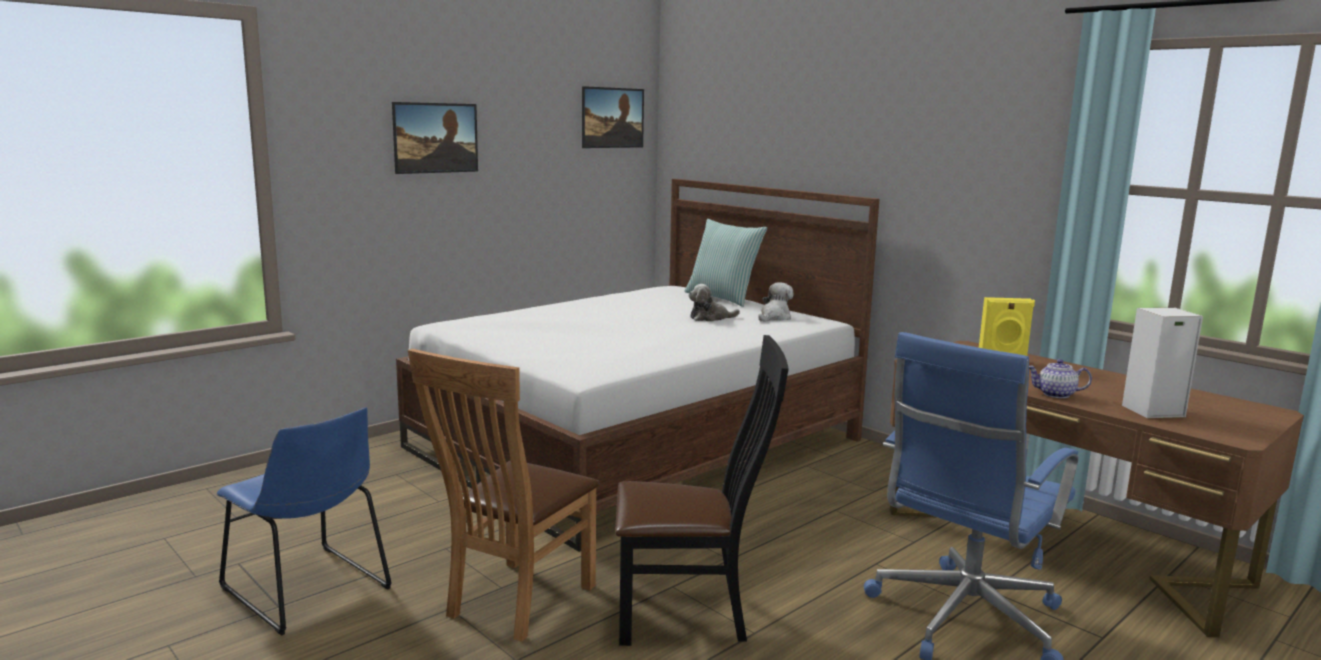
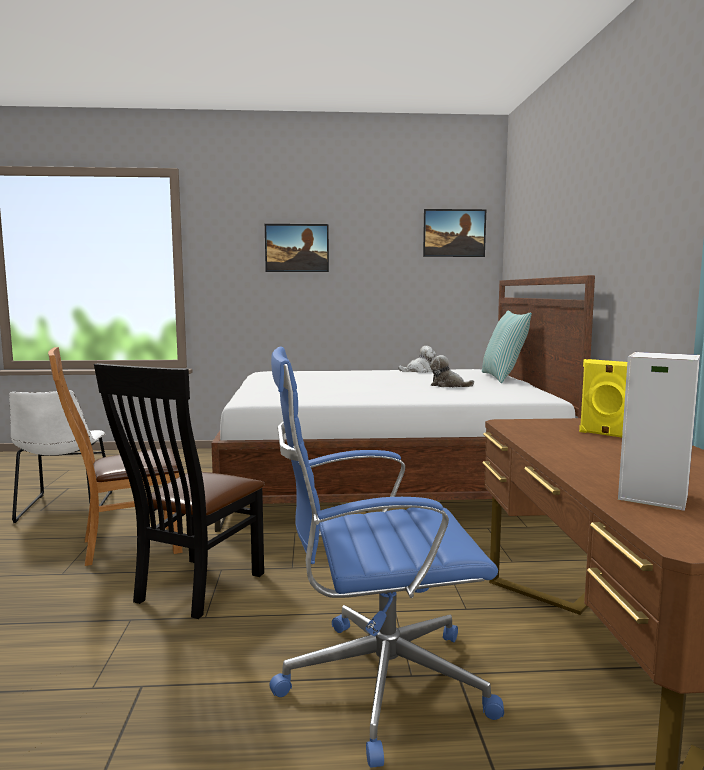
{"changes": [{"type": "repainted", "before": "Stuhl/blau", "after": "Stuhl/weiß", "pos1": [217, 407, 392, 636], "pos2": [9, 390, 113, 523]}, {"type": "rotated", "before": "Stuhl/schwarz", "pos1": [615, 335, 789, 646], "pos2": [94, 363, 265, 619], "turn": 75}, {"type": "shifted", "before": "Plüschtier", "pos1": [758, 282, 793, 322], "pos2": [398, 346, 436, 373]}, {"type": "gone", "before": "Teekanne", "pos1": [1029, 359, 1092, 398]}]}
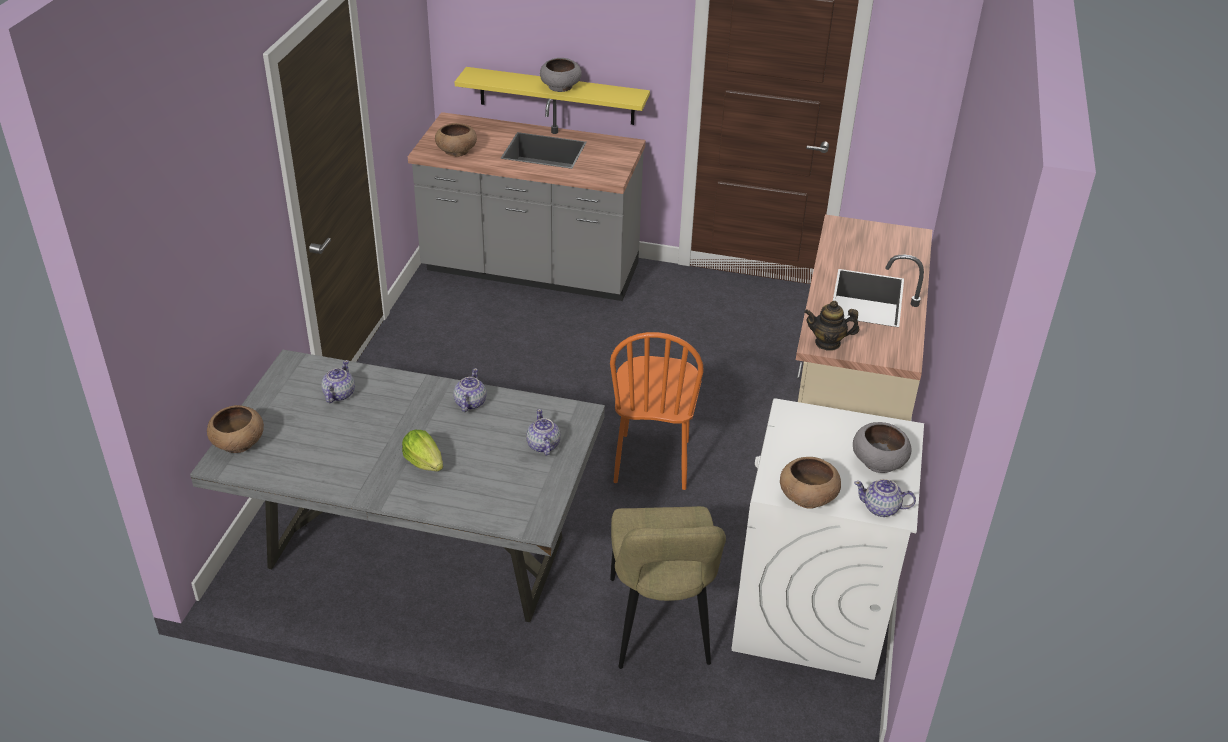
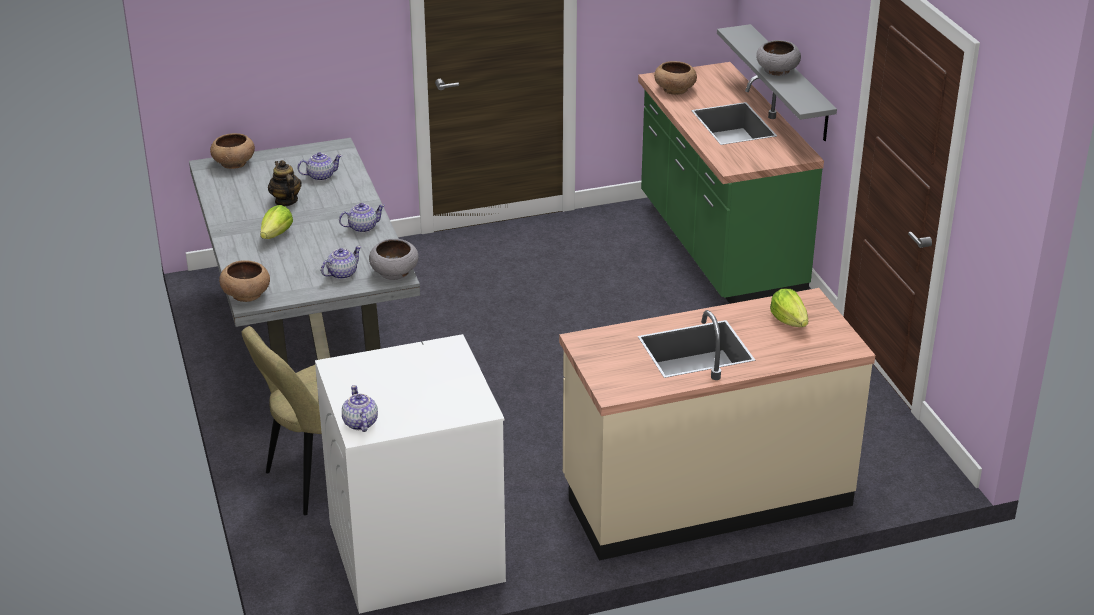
{"changes": [{"type": "repainted", "before": "Küchenzeile/grau", "after": "Küchenzeile/grün", "pos1": [408, 99, 646, 301], "pos2": [638, 62, 824, 304]}, {"type": "repainted", "before": "Wandregal/gelb", "after": "Wandregal/grau", "pos1": [455, 67, 650, 125], "pos2": [717, 24, 837, 141]}, {"type": "gone", "before": "Stuhl/orange", "pos1": [610, 332, 704, 490]}, {"type": "shifted", "before": "Schüssel/braun", "pos1": [780, 457, 841, 509], "pos2": [219, 261, 270, 302]}, {"type": "shifted", "before": "Teekanne", "pos1": [804, 301, 859, 351], "pos2": [268, 160, 302, 206]}, {"type": "shifted", "before": "Schüssel/grau", "pos1": [853, 422, 911, 473], "pos2": [369, 239, 418, 280]}, {"type": "new", "after": "Salatkopf", "pos2": [770, 289, 808, 327]}]}
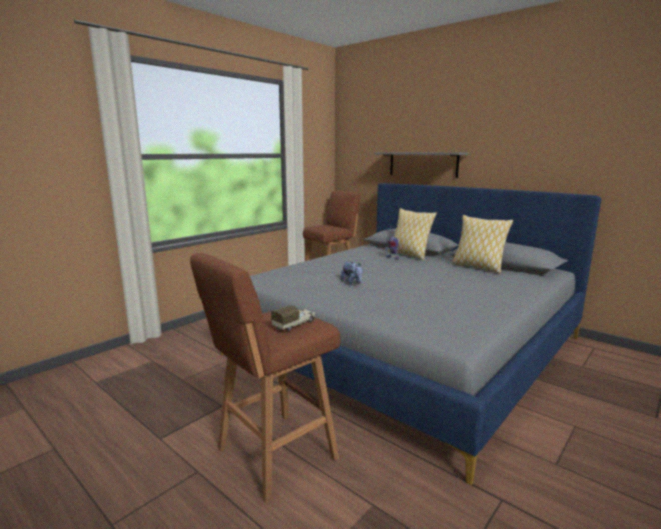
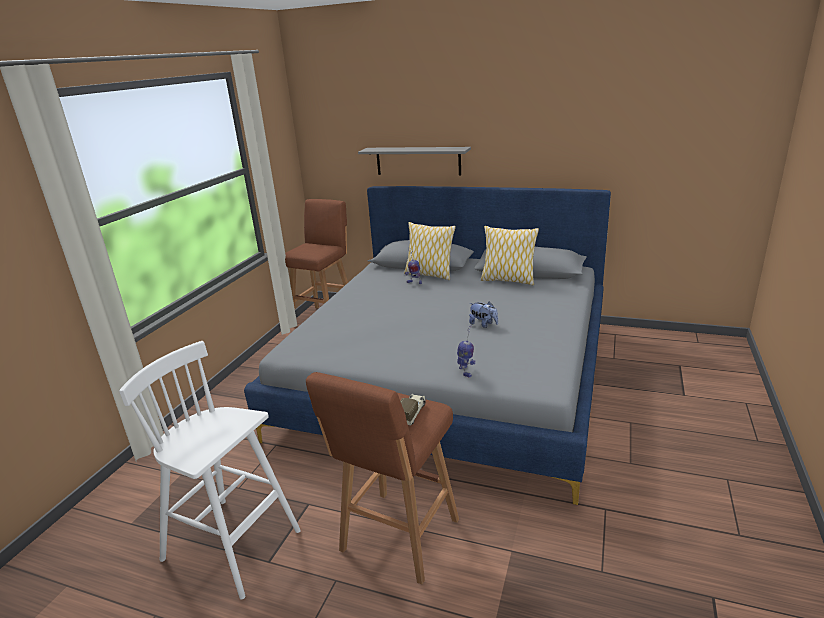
{"changes": [{"type": "shifted", "before": "Plüschtier", "pos1": [341, 261, 362, 285], "pos2": [469, 302, 498, 328]}, {"type": "new", "after": "Hocker/weiß", "pos2": [119, 341, 301, 600]}, {"type": "new", "after": "Spielzeugroboter", "pos2": [457, 324, 476, 377]}]}
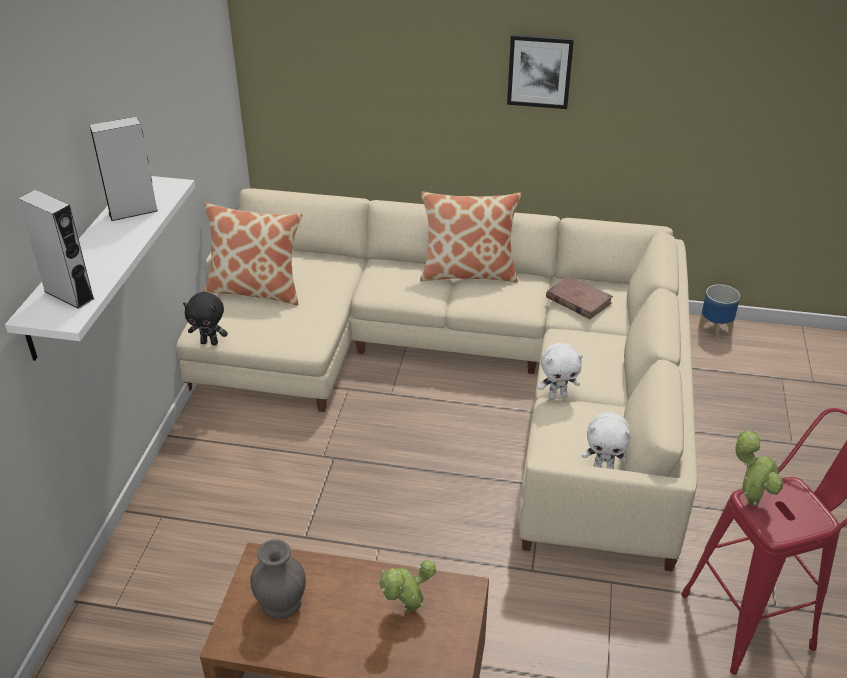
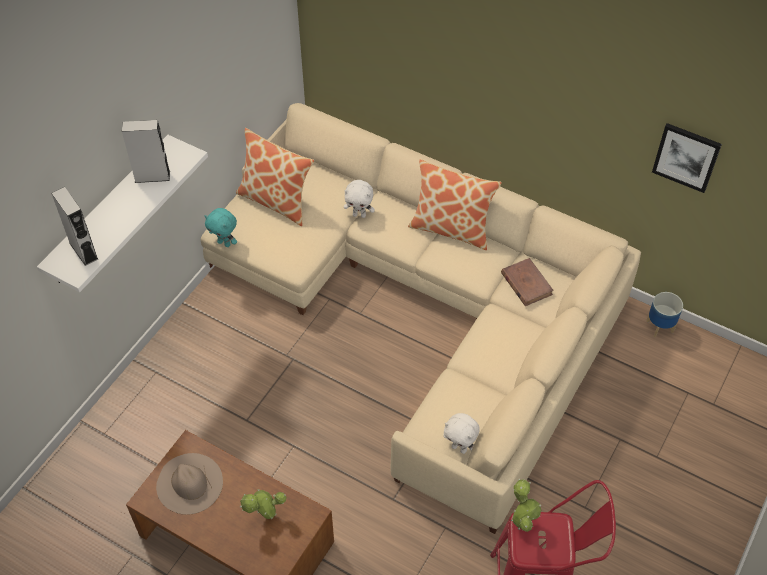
{"changes": [{"type": "repainted", "before": "Plüschtier/schwarz", "after": "Plüschtier/türkis", "pos1": [183, 292, 228, 346], "pos2": [204, 208, 237, 247]}, {"type": "swapped", "before": "Vase/grau", "after": "Hut/beige", "pos1": [250, 539, 306, 619], "pos2": [156, 453, 223, 515]}, {"type": "shifted", "before": "Bild", "pos1": [507, 34, 574, 109], "pos2": [652, 123, 722, 193]}, {"type": "shifted", "before": "Plüschtier/weiß", "pos1": [537, 343, 583, 399], "pos2": [344, 180, 375, 218]}]}
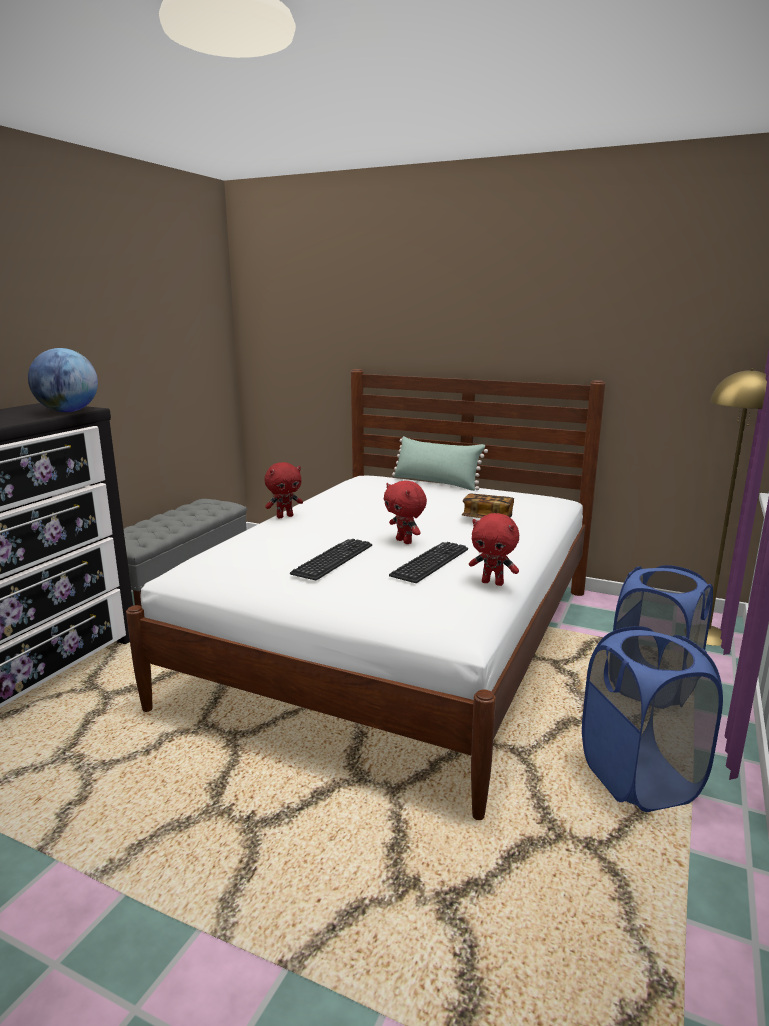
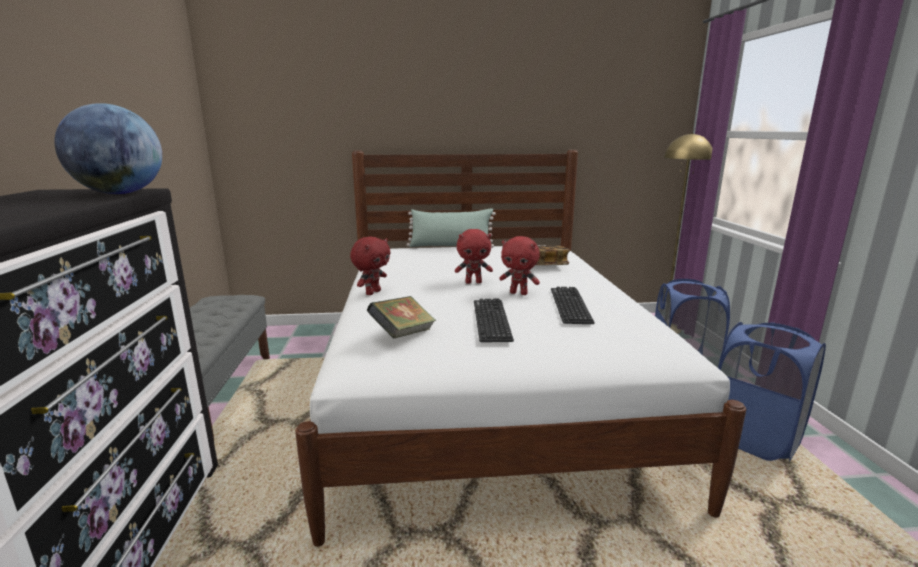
{"changes": [{"type": "shifted", "before": "Plüschtier/rot", "pos1": [469, 513, 519, 586], "pos2": [455, 229, 493, 284]}, {"type": "new", "after": "Buch", "pos2": [367, 296, 436, 339]}]}
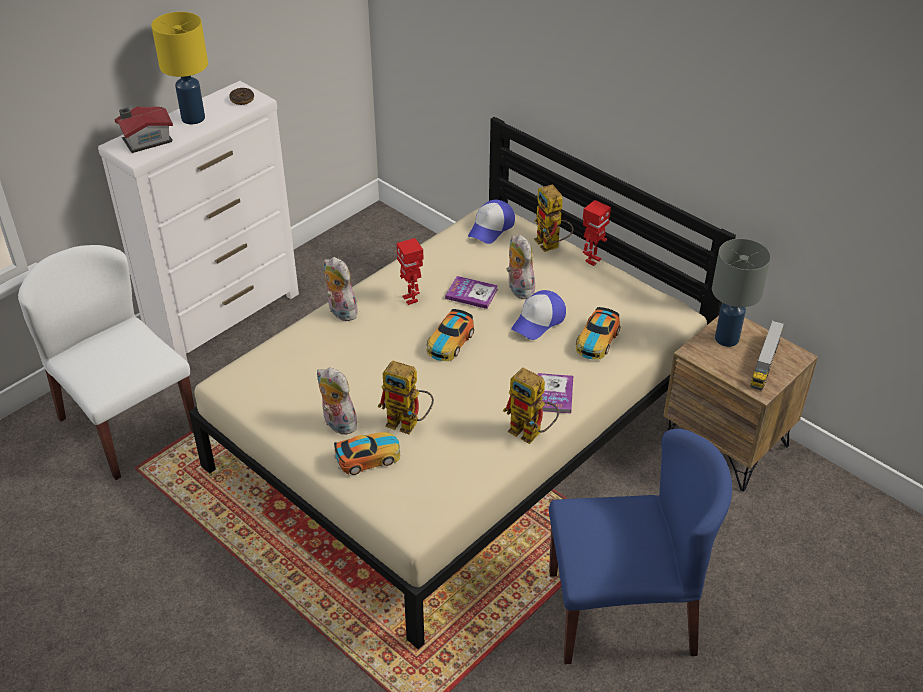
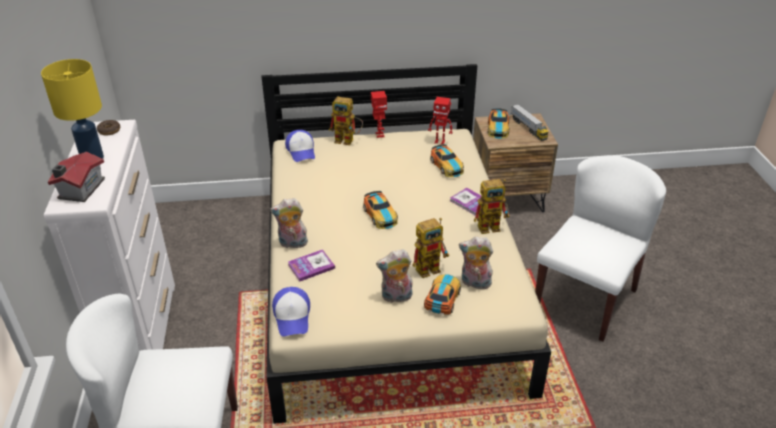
{"changes": [{"type": "shifted", "before": "Spielzeugroboter", "pos1": [396, 238, 423, 305], "pos2": [428, 97, 453, 144]}, {"type": "shifted", "before": "Buch", "pos1": [445, 276, 498, 309], "pos2": [288, 249, 335, 281]}, {"type": "shifted", "before": "Plüschtier", "pos1": [506, 235, 535, 299], "pos2": [459, 236, 493, 289]}, {"type": "shifted", "before": "Kappe", "pos1": [511, 290, 566, 340], "pos2": [272, 287, 310, 337]}, {"type": "repainted", "before": "Stuhl/blau", "after": "Stuhl/weiß", "pos1": [549, 429, 732, 664], "pos2": [535, 155, 666, 342]}, {"type": "swapped", "before": "Tischlampe/grau", "after": "Spielzeugauto", "pos1": [712, 239, 771, 347], "pos2": [488, 109, 509, 139]}]}
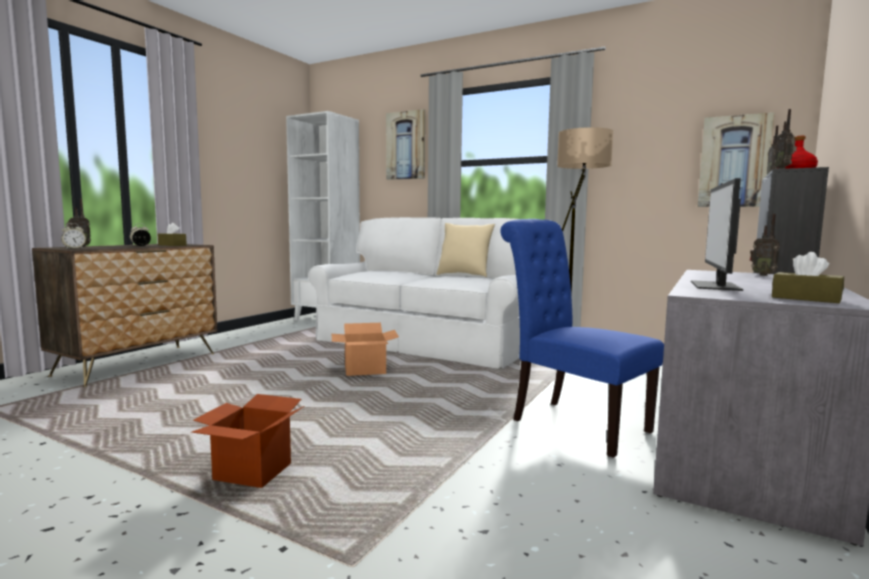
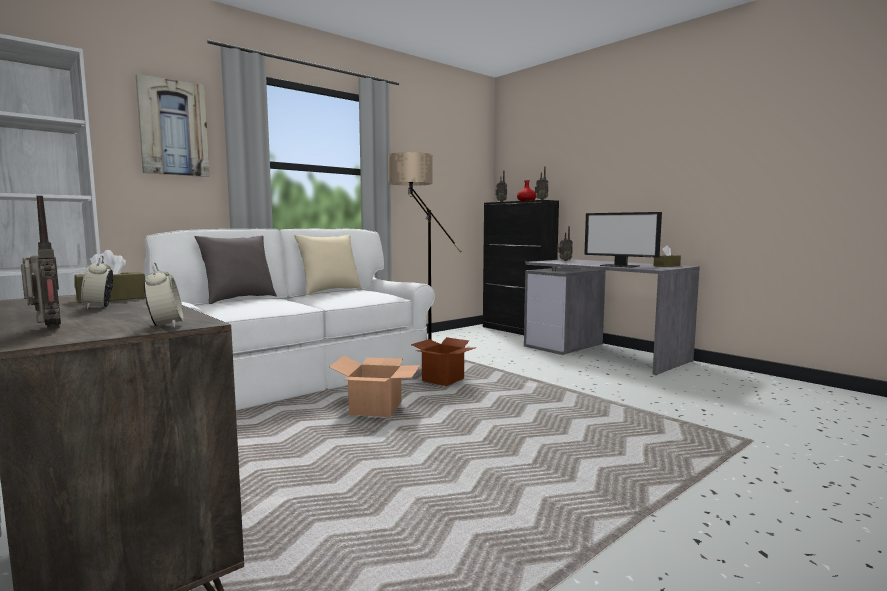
{"changes": [{"type": "shifted", "before": "Karton", "pos1": [191, 394, 304, 488], "pos2": [411, 337, 477, 386]}, {"type": "gone", "before": "Stuhl/blau", "pos1": [500, 219, 664, 458]}, {"type": "gone", "before": "Bild", "pos1": [698, 112, 775, 207]}, {"type": "new", "after": "Kissen/grau", "pos2": [194, 236, 277, 304]}]}
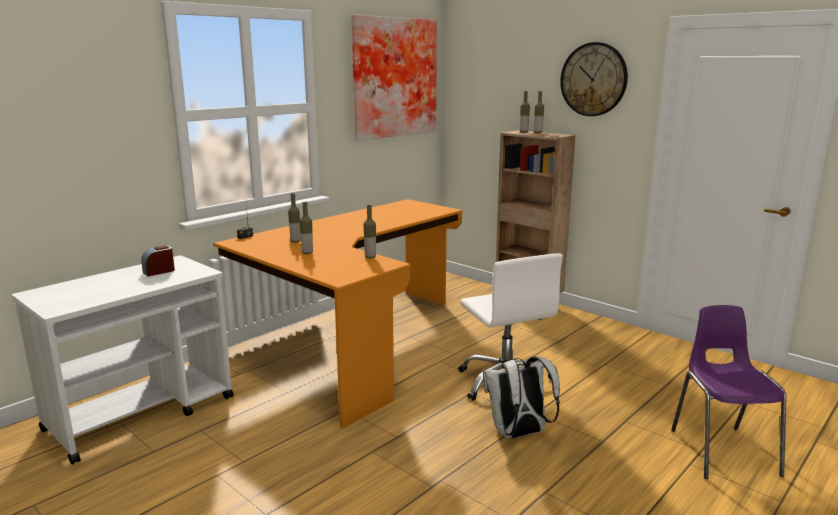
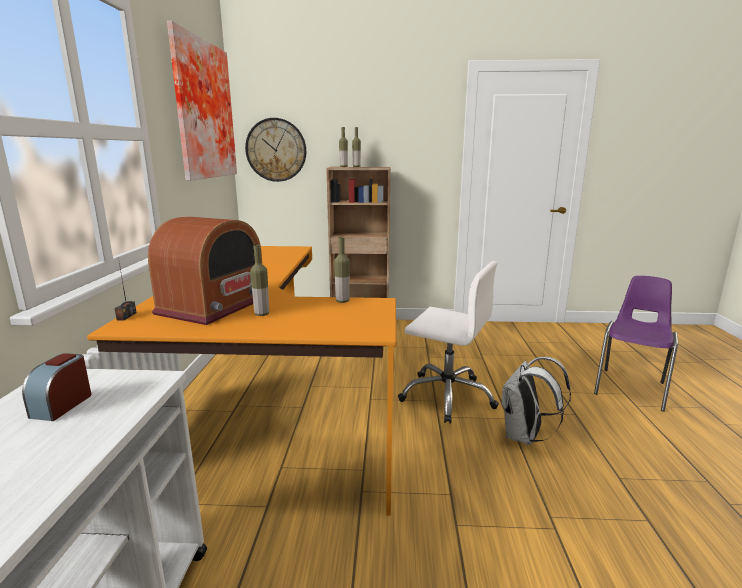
{"changes": [{"type": "swapped", "before": "Flasche", "after": "Radio", "pos1": [288, 193, 301, 243], "pos2": [148, 216, 262, 325]}, {"type": "shifted", "before": "Wanduhr", "pos1": [560, 42, 628, 116], "pos2": [245, 118, 306, 182]}, {"type": "rotated", "before": "Stuhl/lila", "pos1": [671, 305, 786, 479], "pos2": [594, 276, 678, 412], "turn": 75}]}
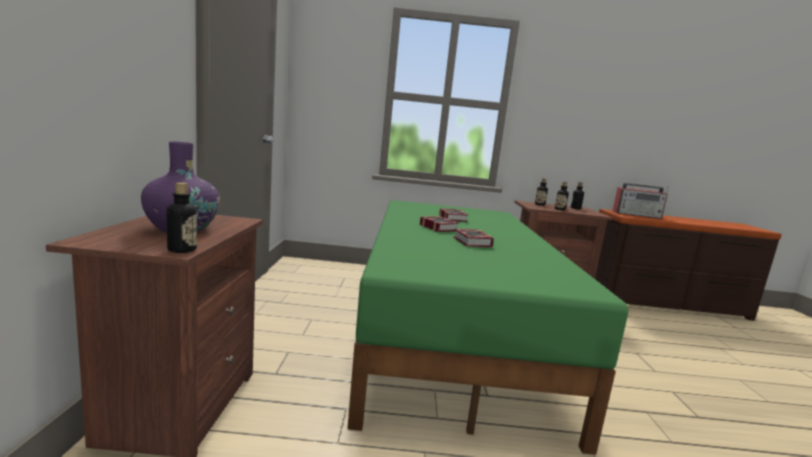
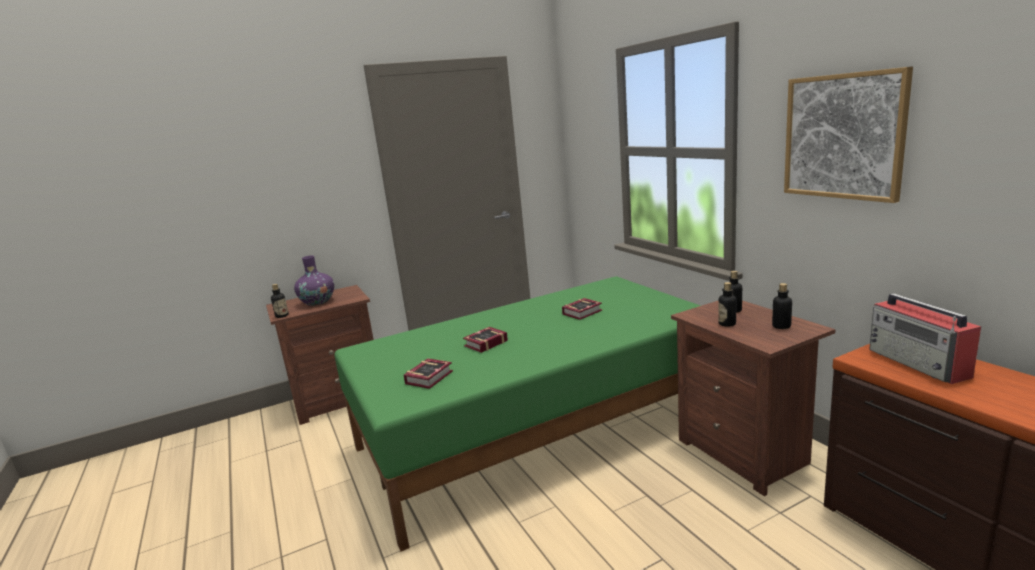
{"changes": [{"type": "shifted", "before": "Buch", "pos1": [420, 216, 459, 232], "pos2": [404, 358, 453, 389]}, {"type": "new", "after": "Bild", "pos2": [784, 66, 913, 203]}]}
